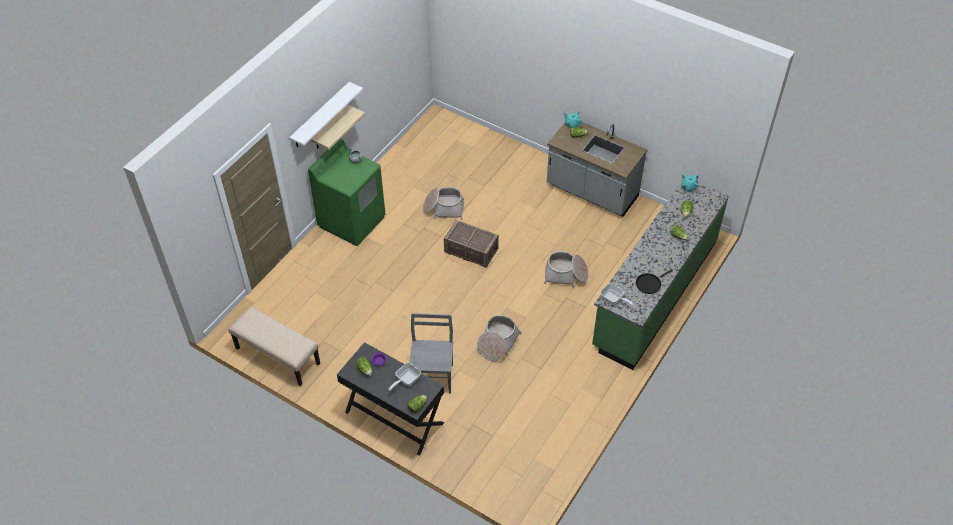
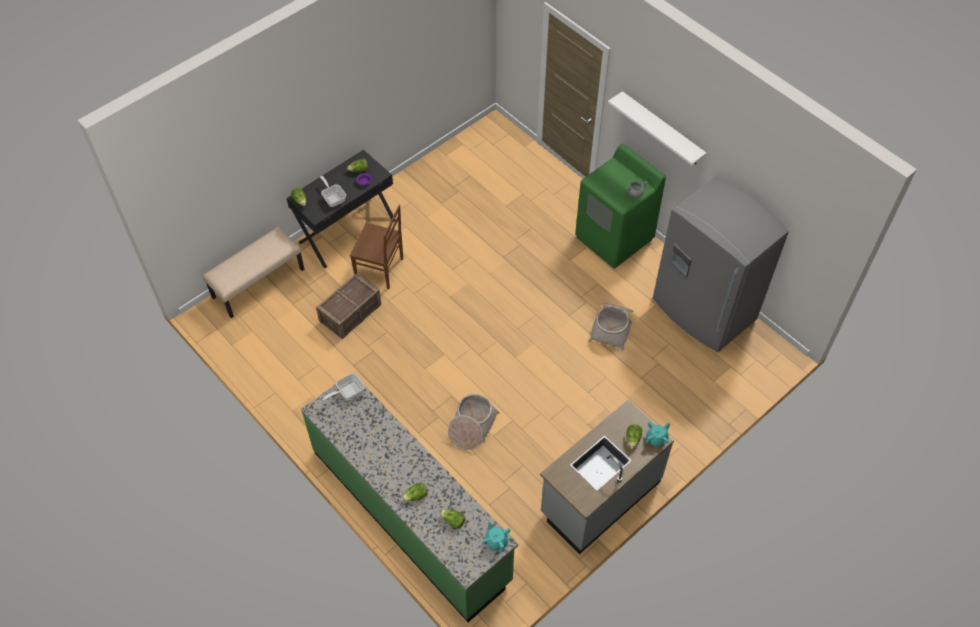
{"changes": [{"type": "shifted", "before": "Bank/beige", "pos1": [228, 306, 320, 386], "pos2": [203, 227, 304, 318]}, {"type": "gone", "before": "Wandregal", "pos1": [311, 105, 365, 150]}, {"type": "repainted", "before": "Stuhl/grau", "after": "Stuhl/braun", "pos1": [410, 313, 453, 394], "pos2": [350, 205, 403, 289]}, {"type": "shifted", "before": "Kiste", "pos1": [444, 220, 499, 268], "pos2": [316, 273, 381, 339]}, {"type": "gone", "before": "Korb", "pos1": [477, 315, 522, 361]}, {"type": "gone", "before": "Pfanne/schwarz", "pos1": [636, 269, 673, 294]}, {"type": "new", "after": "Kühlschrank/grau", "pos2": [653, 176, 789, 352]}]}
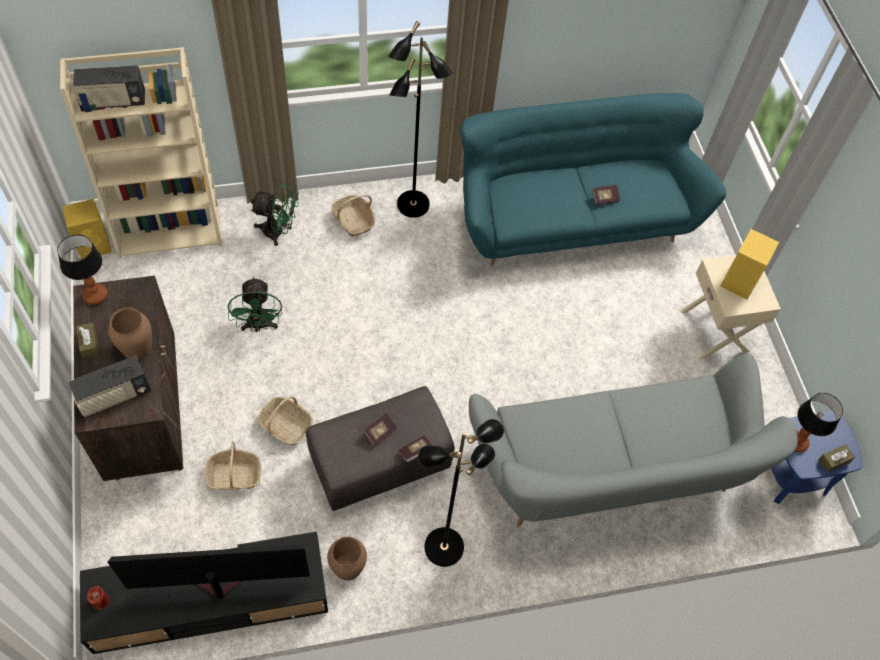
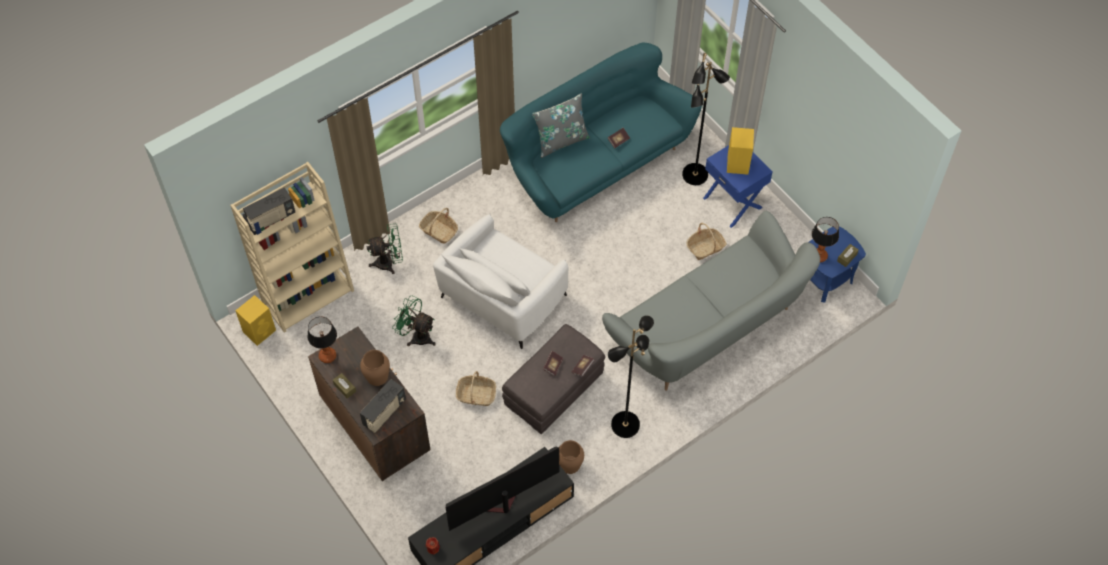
{"changes": [{"type": "shifted", "before": "Korb", "pos1": [205, 441, 261, 490], "pos2": [686, 223, 727, 260]}, {"type": "rotated", "before": "Ventilator/grün", "pos1": [228, 276, 282, 332], "pos2": [392, 295, 436, 346], "turn": 150}, {"type": "shifted", "before": "Stehlampe/schwarz", "pos1": [388, 21, 453, 218], "pos2": [682, 53, 730, 185]}, {"type": "repainted", "before": "Nachttisch/beige", "after": "Nachttisch/blau", "pos1": [680, 255, 781, 359], "pos2": [703, 145, 773, 228]}, {"type": "new", "after": "Sessel/weiß", "pos2": [433, 214, 568, 349]}, {"type": "new", "after": "Kissen/grau", "pos2": [532, 93, 590, 158]}]}
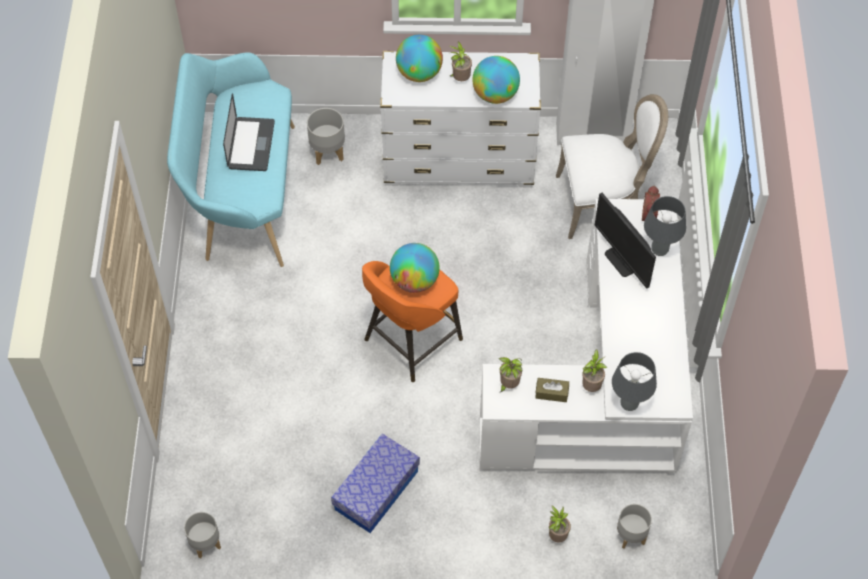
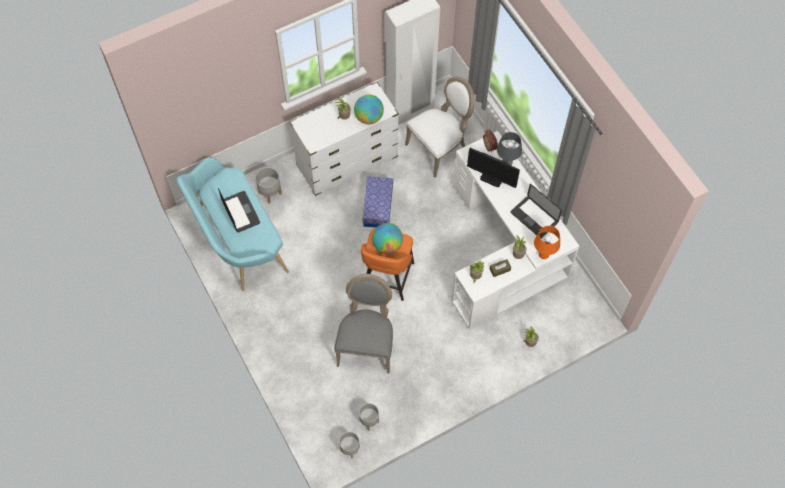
{"changes": [{"type": "shifted", "before": "Aufbewahrungsbox", "pos1": [331, 433, 420, 533], "pos2": [363, 176, 393, 228]}, {"type": "gone", "before": "Globus", "pos1": [396, 35, 443, 82]}, {"type": "repainted", "before": "Tischlampe/grau", "after": "Tischlampe/orange", "pos1": [612, 352, 657, 411], "pos2": [534, 226, 560, 259]}, {"type": "shifted", "before": "Pflanzkübel/grau", "pos1": [617, 504, 652, 549], "pos2": [359, 403, 379, 430]}, {"type": "new", "after": "Stuhl/grau", "pos2": [334, 274, 393, 374]}, {"type": "new", "after": "Laptop", "pos2": [511, 184, 562, 238]}]}
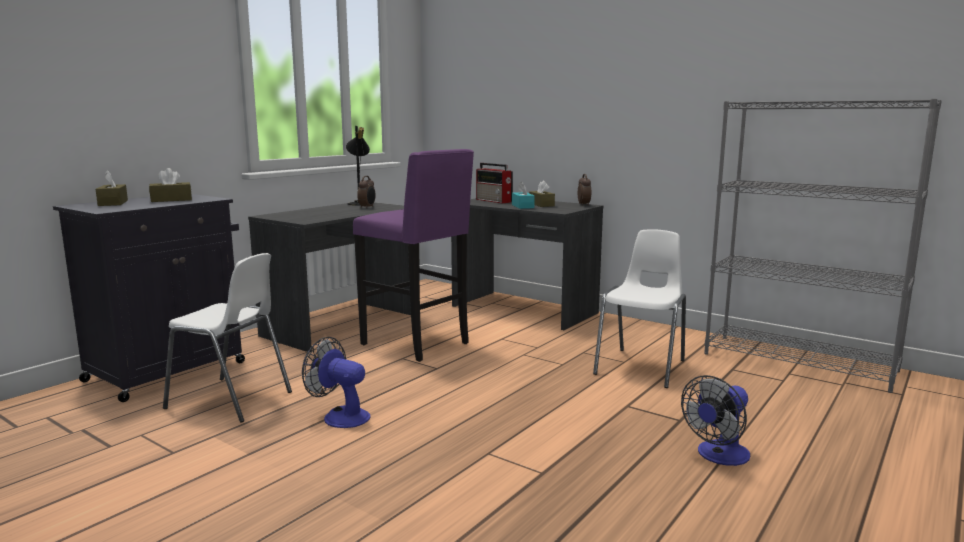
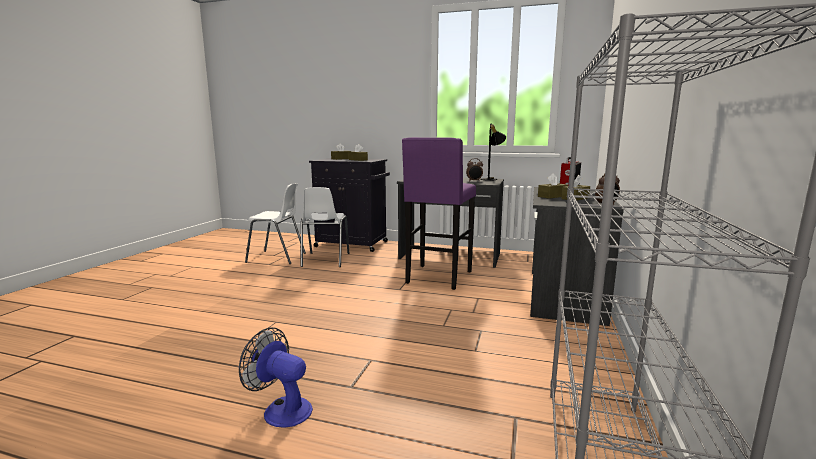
{"changes": [{"type": "gone", "before": "Ventilator", "pos1": [302, 337, 371, 428]}, {"type": "repainted", "before": "Taschentuchbox/türkis", "after": "Taschentuchbox/braun", "pos1": [512, 182, 535, 209], "pos2": [538, 173, 568, 199]}, {"type": "shifted", "before": "Stuhl/weiß", "pos1": [593, 229, 686, 388], "pos2": [245, 183, 306, 264]}]}
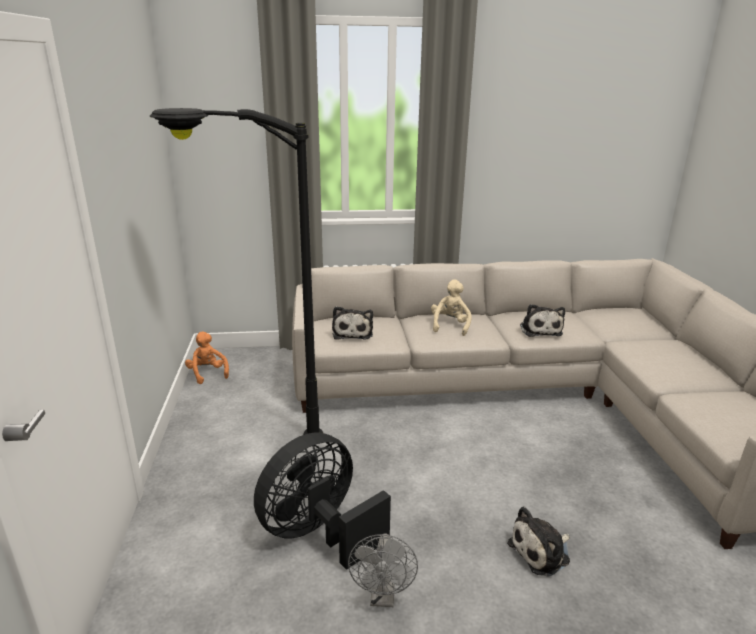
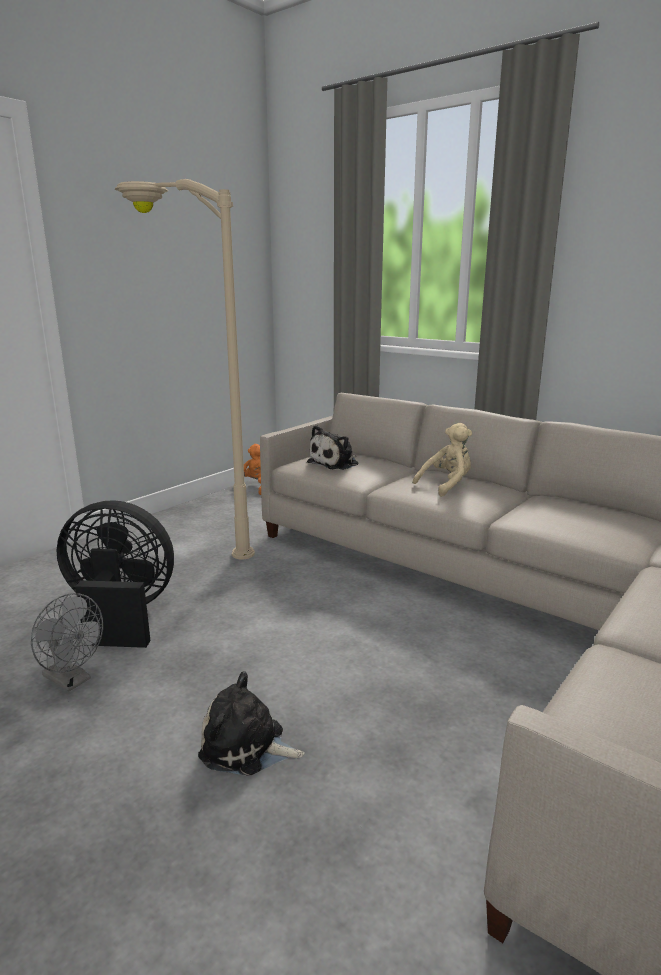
{"changes": [{"type": "repainted", "before": "Stehlampe/schwarz", "after": "Stehlampe/beige", "pos1": [150, 108, 323, 435], "pos2": [115, 179, 255, 559]}, {"type": "rotated", "before": "Ventilator/grau", "pos1": [348, 534, 418, 607], "pos2": [31, 593, 103, 691], "turn": -105}, {"type": "gone", "before": "Plüschtier", "pos1": [520, 304, 565, 337]}]}
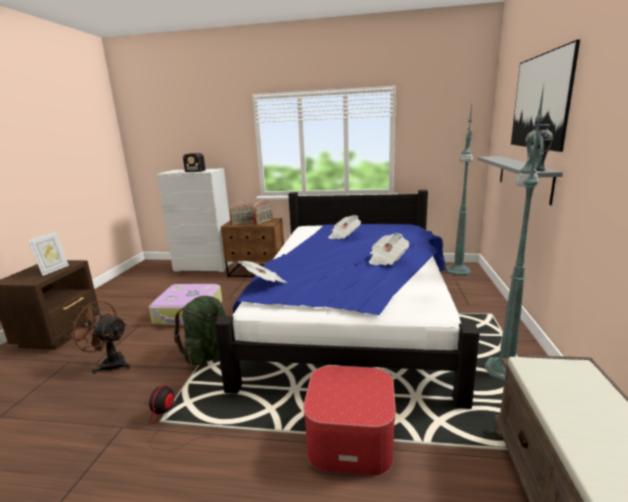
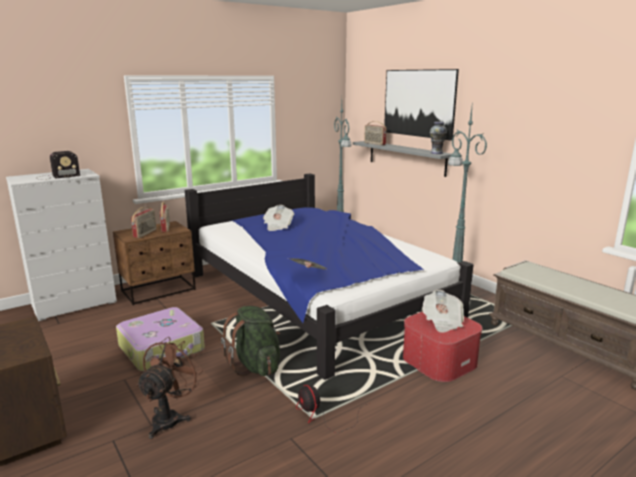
{"changes": [{"type": "gone", "before": "Bilderrahmen", "pos1": [28, 232, 69, 276]}, {"type": "rotated", "before": "Ventilator/braun", "pos1": [65, 300, 131, 374], "pos2": [136, 337, 203, 439], "turn": 135}, {"type": "shifted", "before": "Zeitung", "pos1": [369, 233, 409, 265], "pos2": [422, 290, 464, 333]}, {"type": "new", "after": "Radio", "pos2": [364, 121, 386, 145]}]}
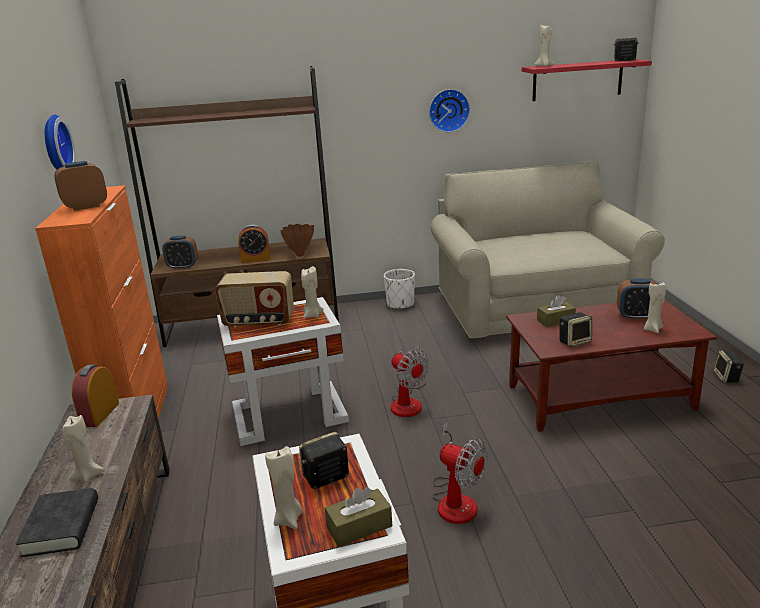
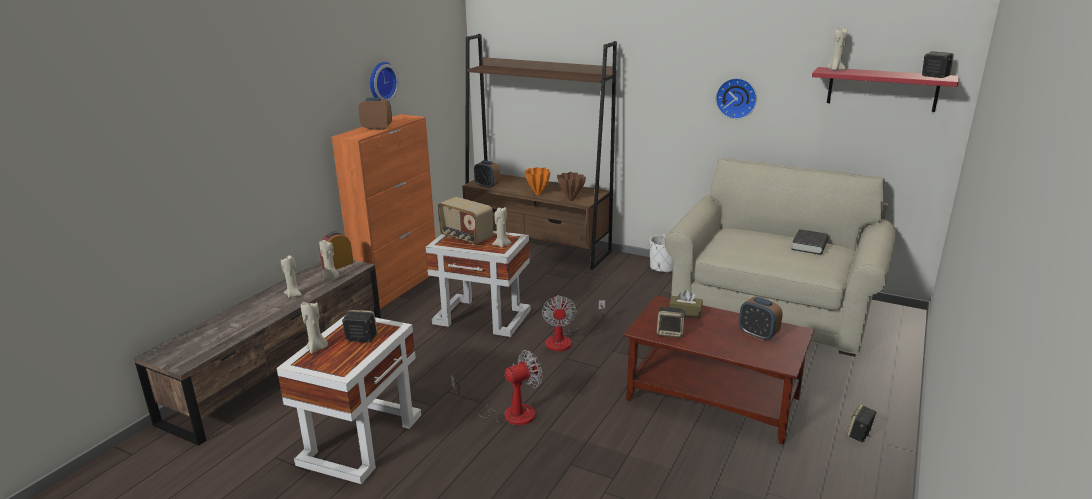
{"changes": [{"type": "shifted", "before": "Buch/schwarz", "pos1": [16, 488, 98, 557], "pos2": [791, 229, 829, 255]}, {"type": "swapped", "before": "Wecker", "after": "Vase/orange", "pos1": [238, 224, 271, 263], "pos2": [525, 167, 550, 195]}, {"type": "gone", "before": "Taschentuchbox/braun", "pos1": [325, 487, 392, 547]}, {"type": "rotated", "before": "Ventilator", "pos1": [432, 422, 488, 524], "pos2": [451, 350, 542, 425], "turn": -105}, {"type": "shifted", "before": "Kerze/beige", "pos1": [644, 283, 666, 333], "pos2": [319, 240, 339, 280]}]}
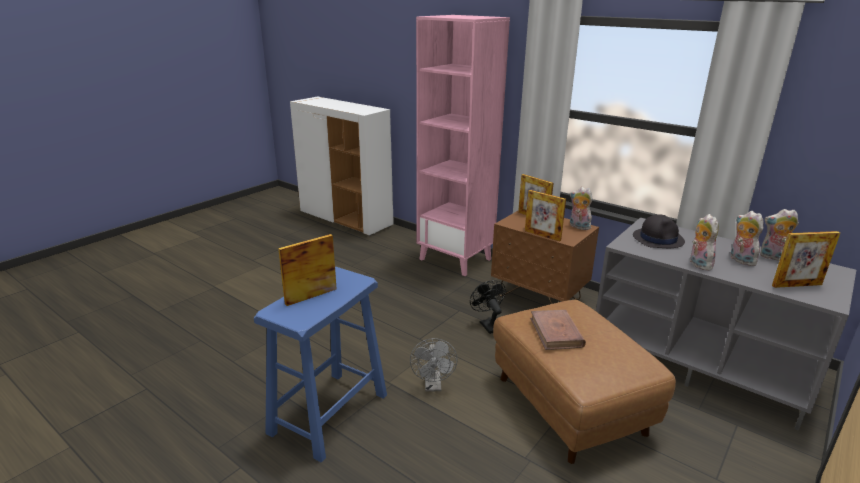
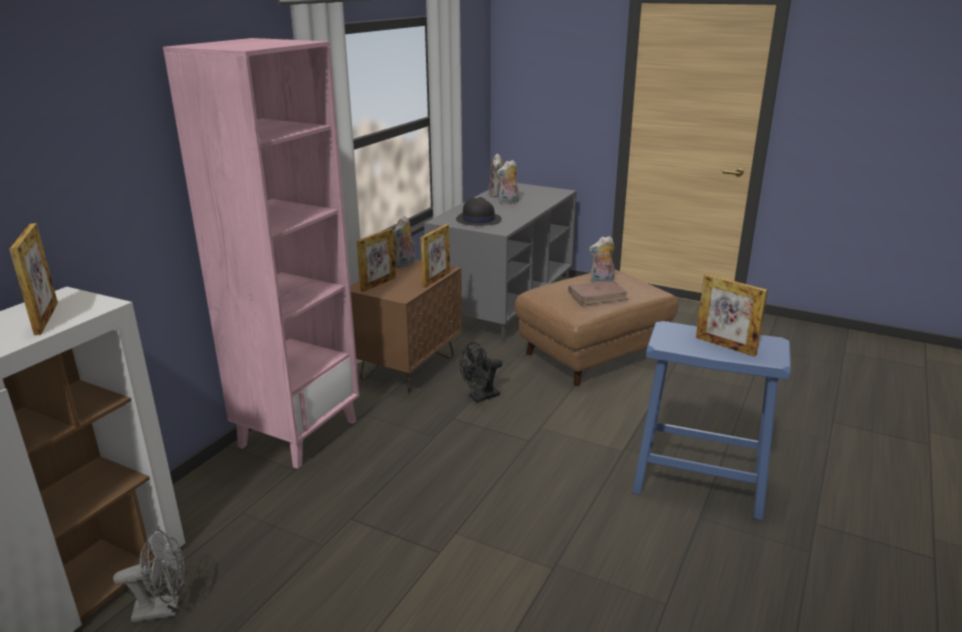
{"changes": [{"type": "shifted", "before": "Ventilator/grau", "pos1": [410, 338, 458, 391], "pos2": [113, 529, 185, 623]}, {"type": "shifted", "before": "Plüschtier", "pos1": [690, 214, 719, 271], "pos2": [589, 236, 615, 283]}, {"type": "shifted", "before": "Bilderrahmen", "pos1": [772, 231, 840, 288], "pos2": [9, 223, 58, 335]}]}
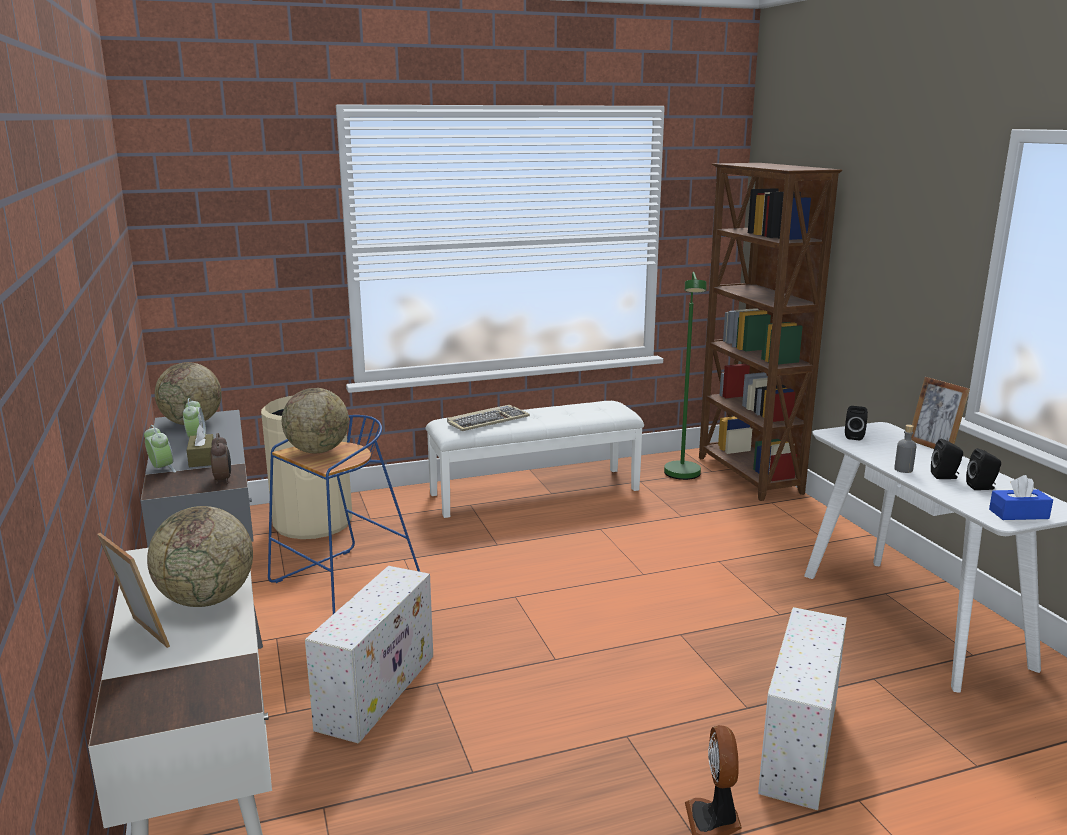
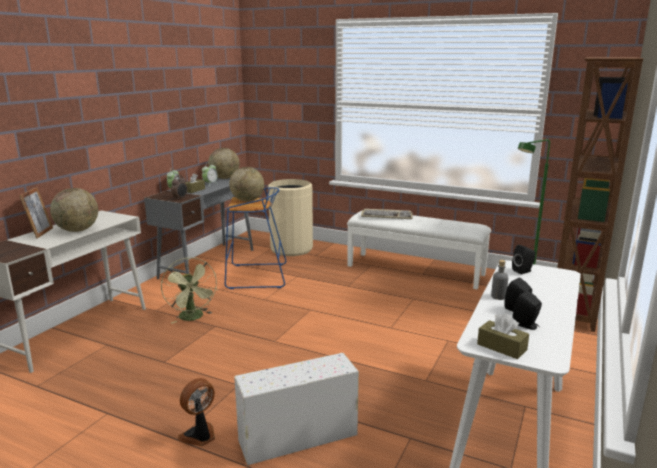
{"changes": [{"type": "swapped", "before": "Aufbewahrungsbox/weiß", "after": "Ventilator/grün", "pos1": [305, 566, 433, 743], "pos2": [161, 257, 218, 324]}, {"type": "gone", "before": "Bilderrahmen", "pos1": [911, 377, 970, 449]}, {"type": "repainted", "before": "Taschentuchbox/blau", "after": "Taschentuchbox/braun", "pos1": [989, 475, 1053, 520], "pos2": [477, 313, 529, 359]}]}
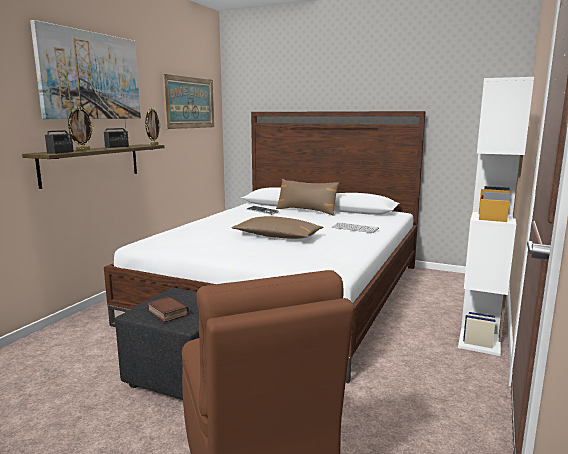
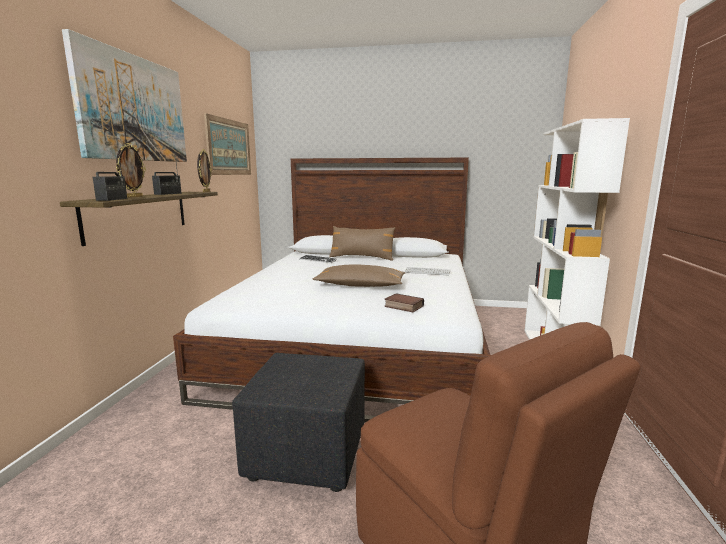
{"changes": [{"type": "shifted", "before": "Buch", "pos1": [147, 296, 189, 322], "pos2": [384, 293, 424, 312]}]}
